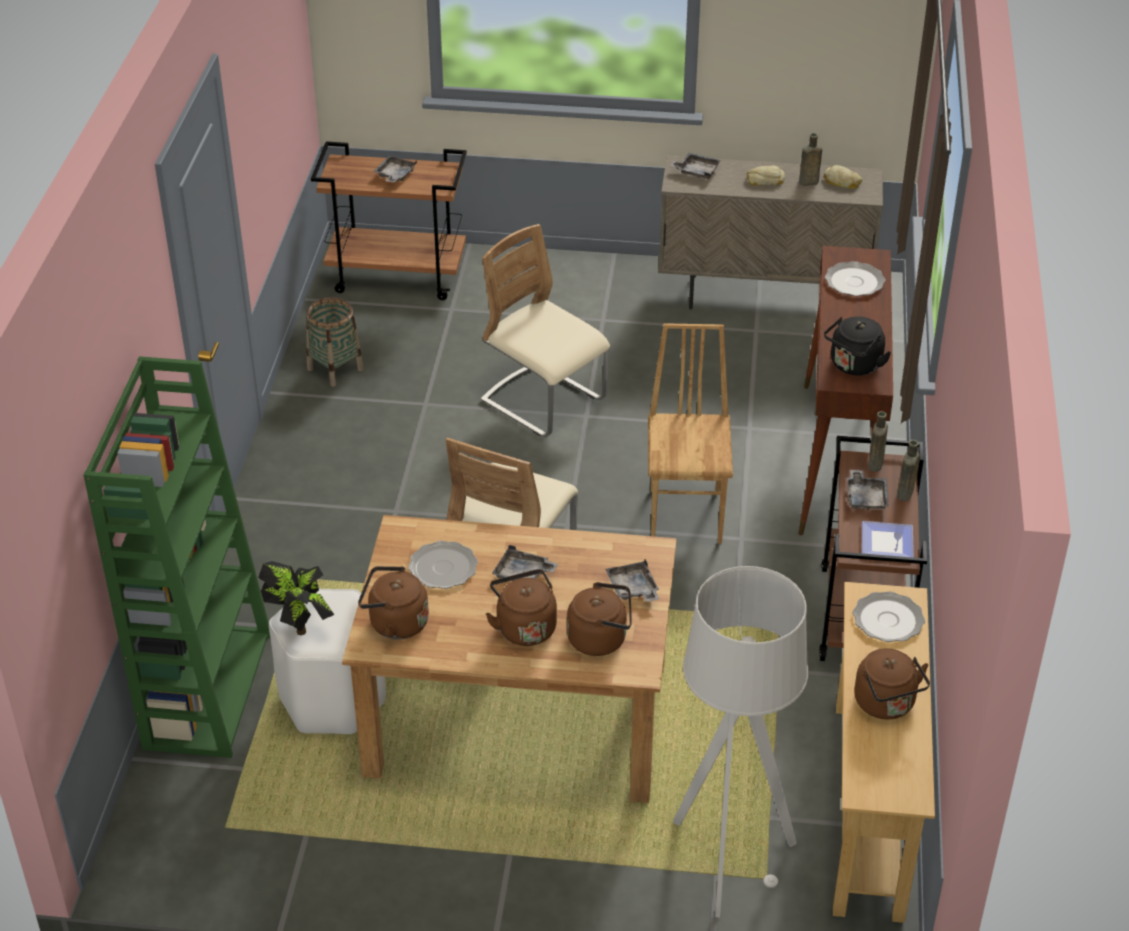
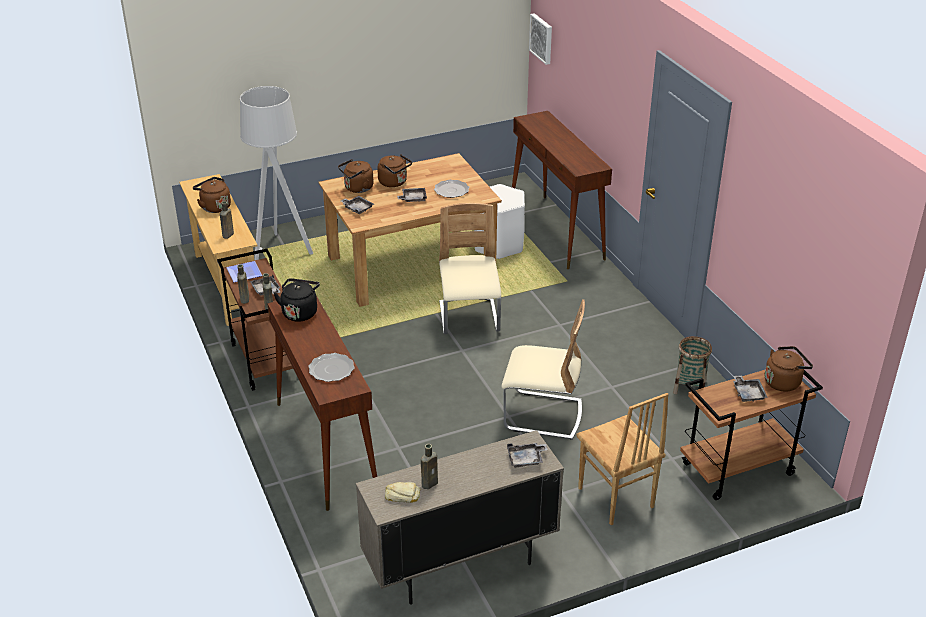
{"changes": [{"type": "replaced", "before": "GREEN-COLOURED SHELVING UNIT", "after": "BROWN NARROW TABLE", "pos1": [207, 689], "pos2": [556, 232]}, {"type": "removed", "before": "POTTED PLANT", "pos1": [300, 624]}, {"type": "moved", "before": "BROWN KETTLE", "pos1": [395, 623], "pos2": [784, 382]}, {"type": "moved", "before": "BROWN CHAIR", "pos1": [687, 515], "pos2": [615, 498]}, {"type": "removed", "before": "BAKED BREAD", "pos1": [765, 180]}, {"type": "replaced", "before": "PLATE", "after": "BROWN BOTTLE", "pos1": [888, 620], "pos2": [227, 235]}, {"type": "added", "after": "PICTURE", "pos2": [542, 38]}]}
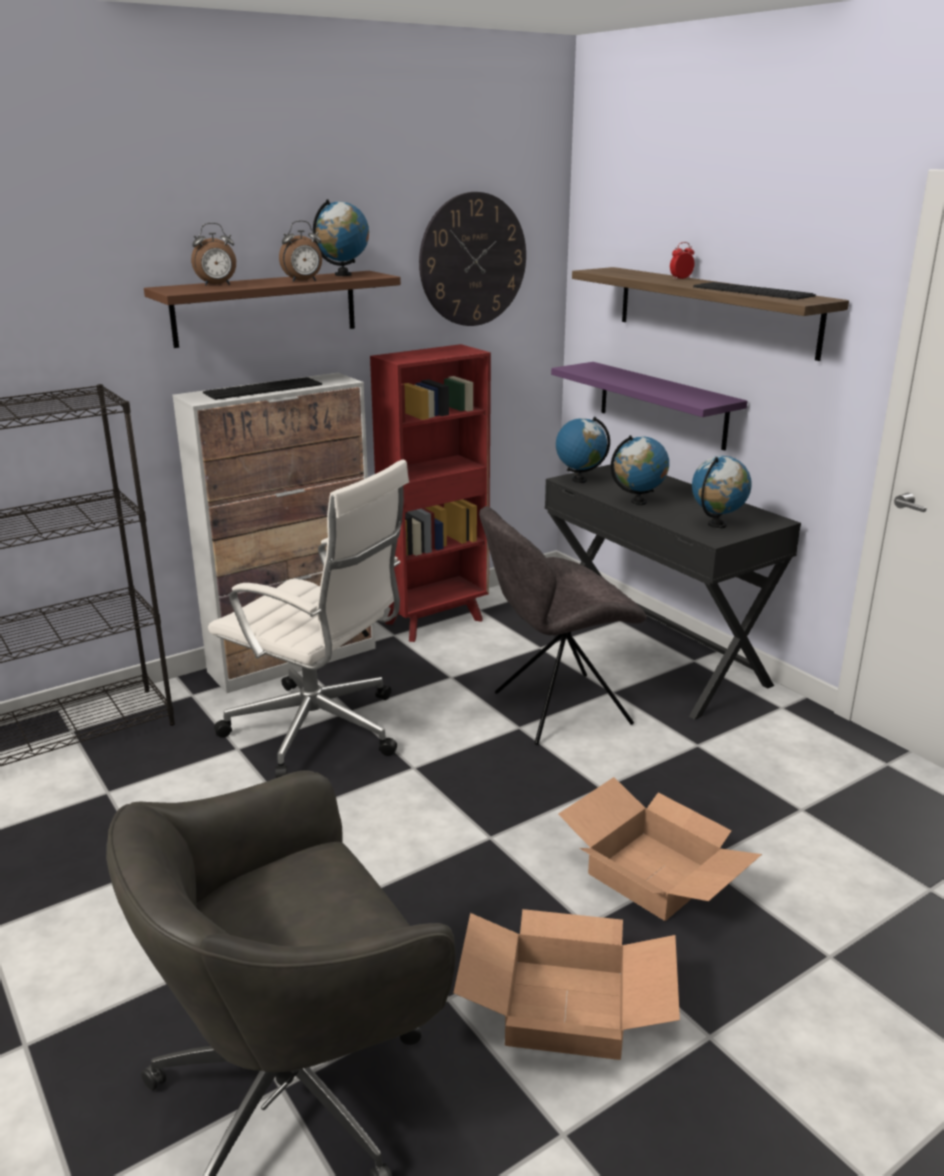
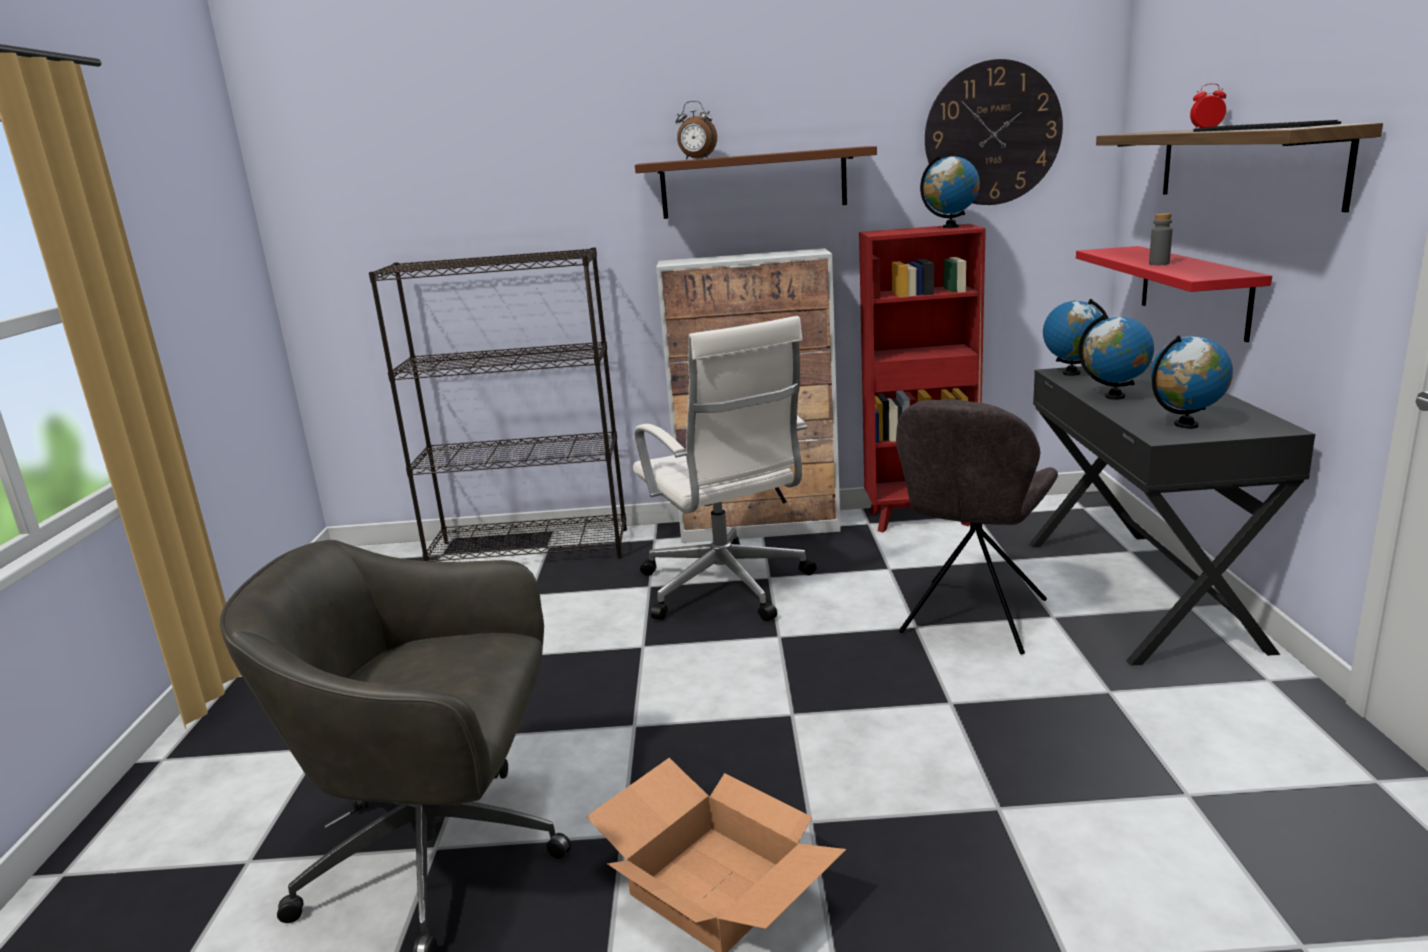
{"changes": [{"type": "removed", "before": "PC KEYBOARD", "pos1": [263, 389]}, {"type": "removed", "before": "BEDSIDE CLOCK", "pos1": [303, 281]}, {"type": "moved", "before": "DESK GLOBE", "pos1": [343, 275], "pos2": [950, 227]}, {"type": "turned", "before": "GRAY CHAIR", "pos1": [556, 709], "pos2": [972, 619], "turn": -75}, {"type": "recoloured", "before": "PURPLISH SHELF", "after": "RED SHELF", "pos1": [662, 405], "pos2": [1193, 290]}, {"type": "removed", "before": "CARDBOARD BOX", "pos1": [655, 874]}, {"type": "added", "after": "GRAY BOTTLE", "pos2": [1159, 263]}]}
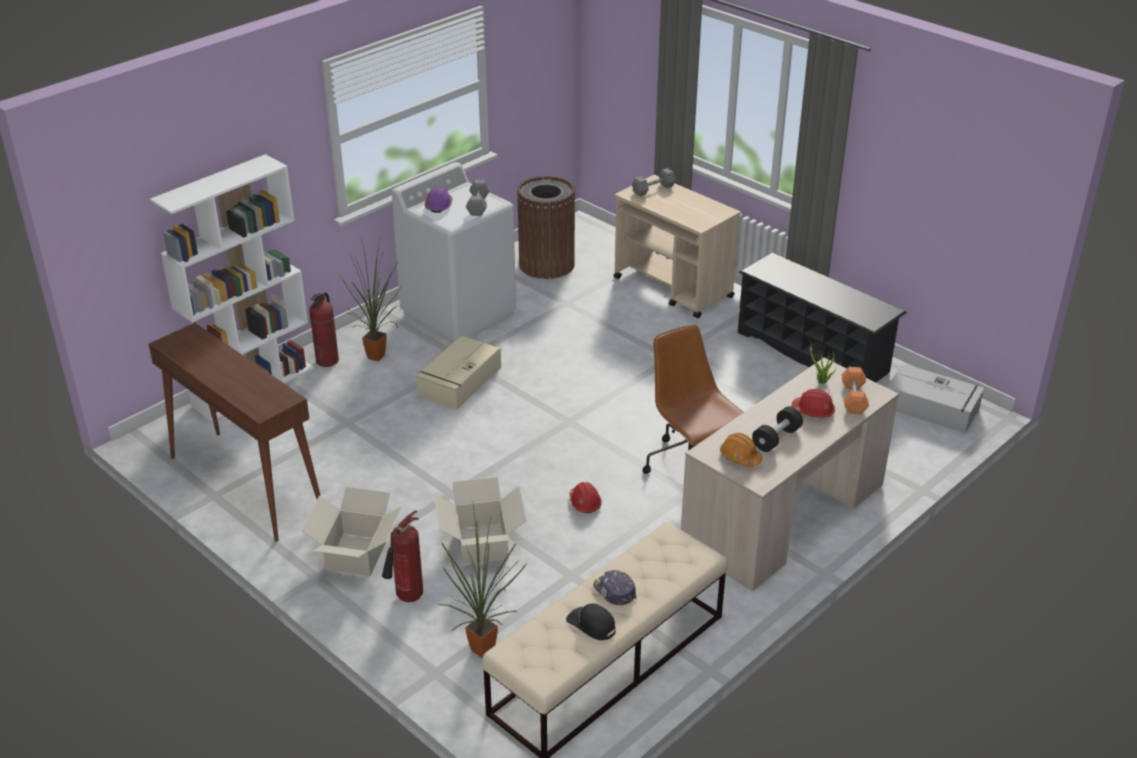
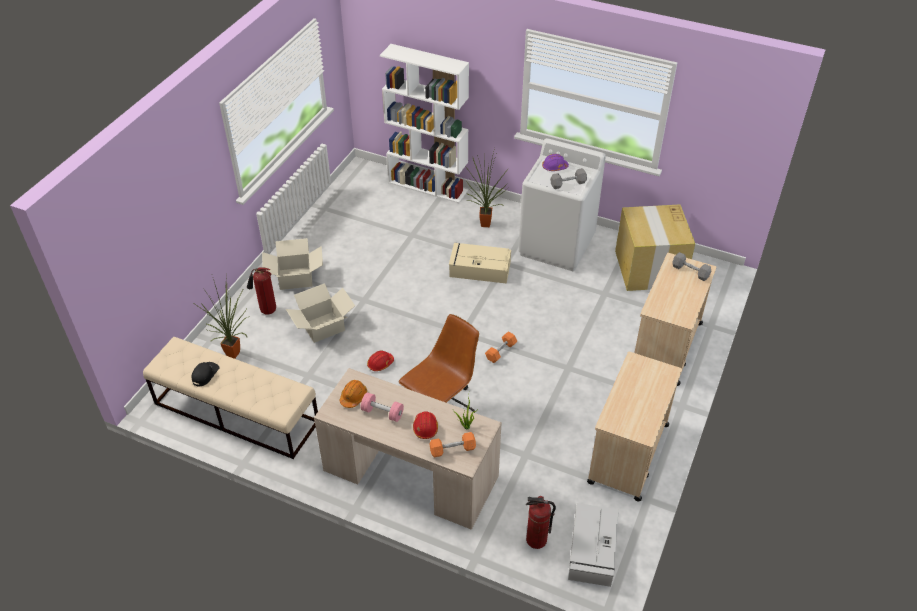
{"changes": [{"type": "removed", "before": "BROWN NARROW TABLE", "pos1": [245, 484]}, {"type": "moved", "before": "EXTINGUISHER", "pos1": [327, 360], "pos2": [536, 539]}, {"type": "replaced", "before": "BROWN WASTE BIN", "after": "CARDBOARD BOX", "pos1": [546, 264], "pos2": [649, 269]}, {"type": "removed", "before": "PEAKED CAP", "pos1": [614, 592]}, {"type": "replaced", "before": "BLACK SHOE SHELF", "after": "SAND-COLOURED CART", "pos1": [813, 352], "pos2": [628, 454]}, {"type": "recoloured", "before": "BLACK FREE WEIGHT", "after": "PINK-COLOURED FREE WEIGHT", "pos1": [776, 438], "pos2": [382, 412]}, {"type": "added", "after": "ORANGEY FREE WEIGHT", "pos2": [501, 351]}]}
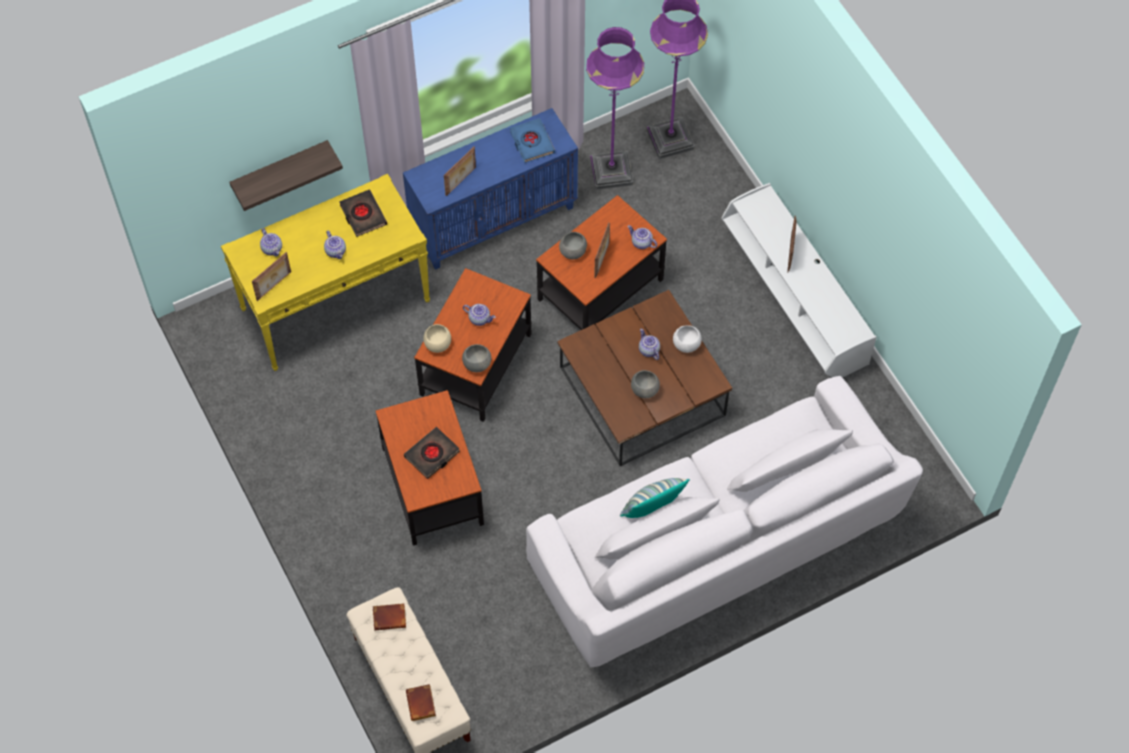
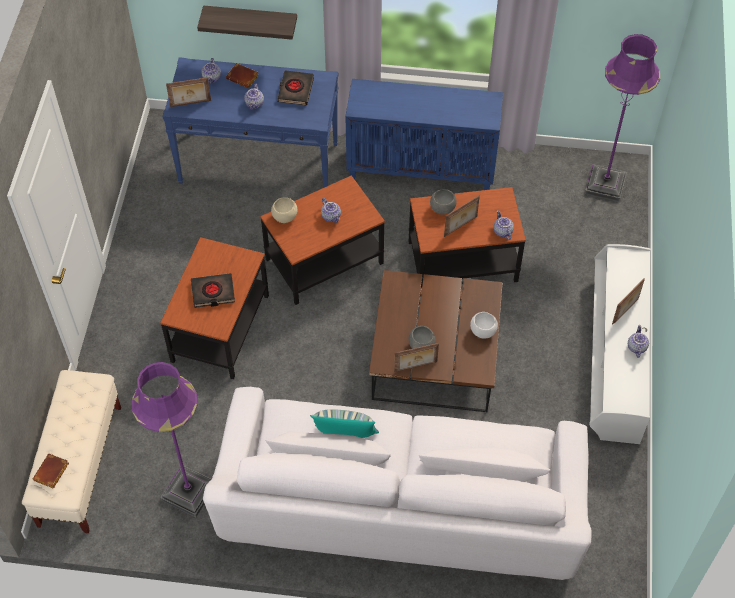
{"changes": [{"type": "recoloured", "before": "YELLOW NARROW TABLE", "after": "BLUE NARROW TABLE", "pos1": [336, 304], "pos2": [259, 163]}, {"type": "moved", "before": "BROWN VOLUME", "pos1": [390, 617], "pos2": [243, 77]}, {"type": "moved", "before": "PHOTO FRAME", "pos1": [461, 182], "pos2": [416, 367]}, {"type": "removed", "before": "GRAY BOWL", "pos1": [476, 364]}, {"type": "removed", "before": "BLUE VOLUME", "pos1": [531, 142]}, {"type": "moved", "before": "PURPLISH STANDING LAMP", "pos1": [611, 171], "pos2": [189, 492]}, {"type": "moved", "before": "POT FOR TEA", "pos1": [648, 350], "pos2": [636, 347]}]}
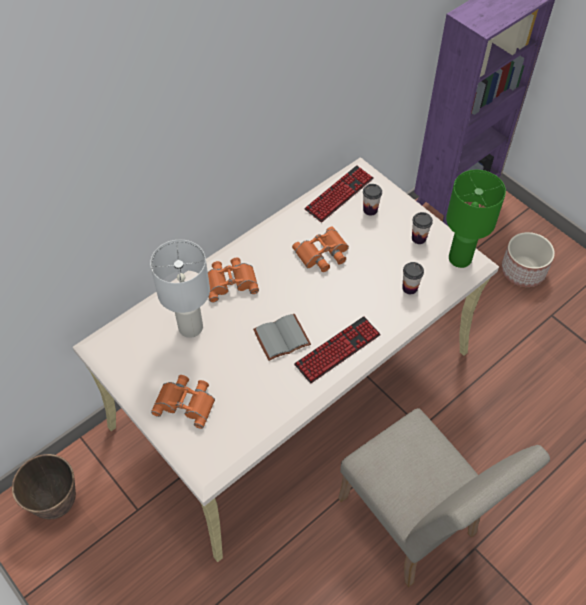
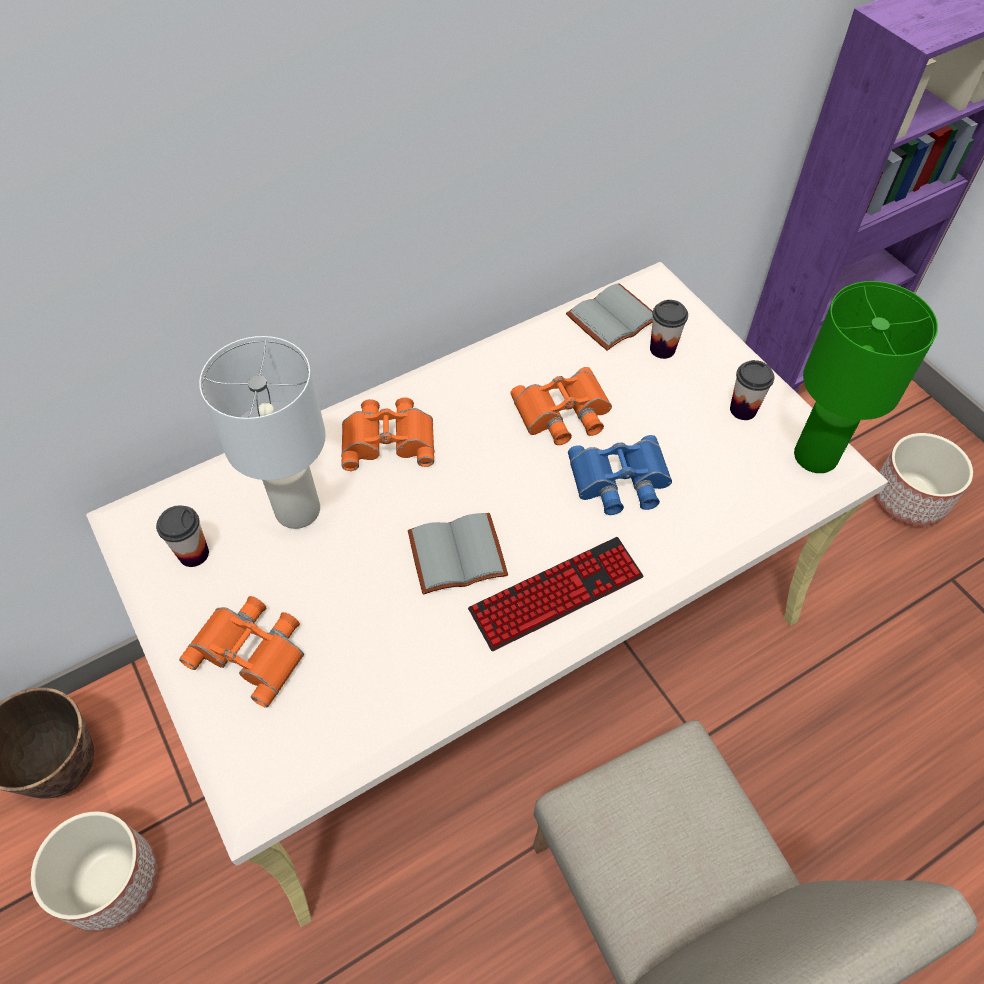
{"changes": [{"type": "replaced", "before": "PC KEYBOARD", "after": "GRAY VOLUME", "pos1": [339, 194], "pos2": [612, 316]}, {"type": "moved", "before": "SMALL CUP", "pos1": [410, 288], "pos2": [193, 554]}, {"type": "added", "after": "FLOWER POT", "pos2": [111, 879]}, {"type": "added", "after": "BLUE BINOCULARS", "pos2": [620, 481]}]}
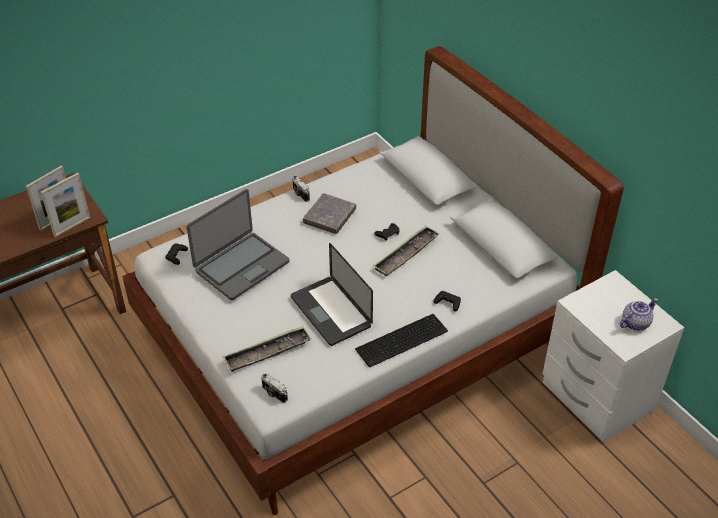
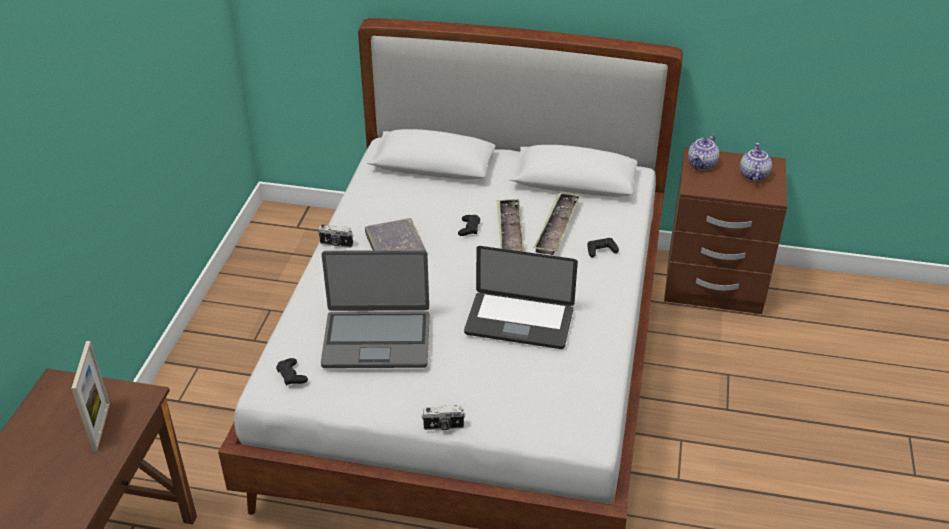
{"changes": [{"type": "removed", "before": "PHOTO FRAME", "pos1": [72, 226]}, {"type": "turned", "before": "NOTEBOOK COMPUTER", "pos1": [241, 266], "pos2": [376, 339], "turn": 90}, {"type": "moved", "before": "SERVING TRAY", "pos1": [267, 352], "pos2": [557, 227]}, {"type": "moved", "before": "PHOTO CAMERA", "pos1": [274, 394], "pos2": [443, 427]}, {"type": "removed", "before": "PC KEYBOARD", "pos1": [403, 341]}, {"type": "recoloured", "before": "WHITISH BEDSIDE TABLE", "after": "BROWN BEDSIDE TABLE", "pos1": [596, 397], "pos2": [713, 285]}, {"type": "added", "after": "POT FOR TEA", "pos2": [702, 165]}]}
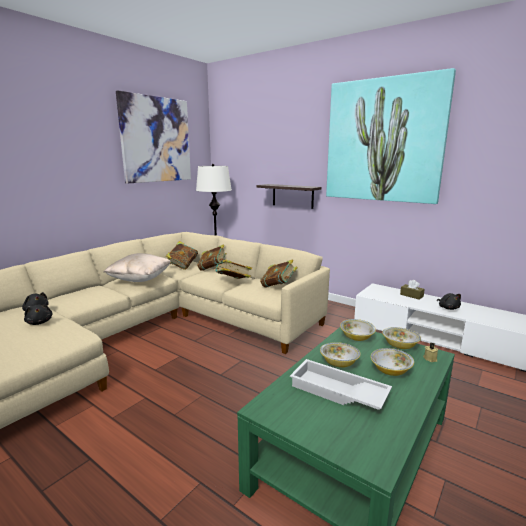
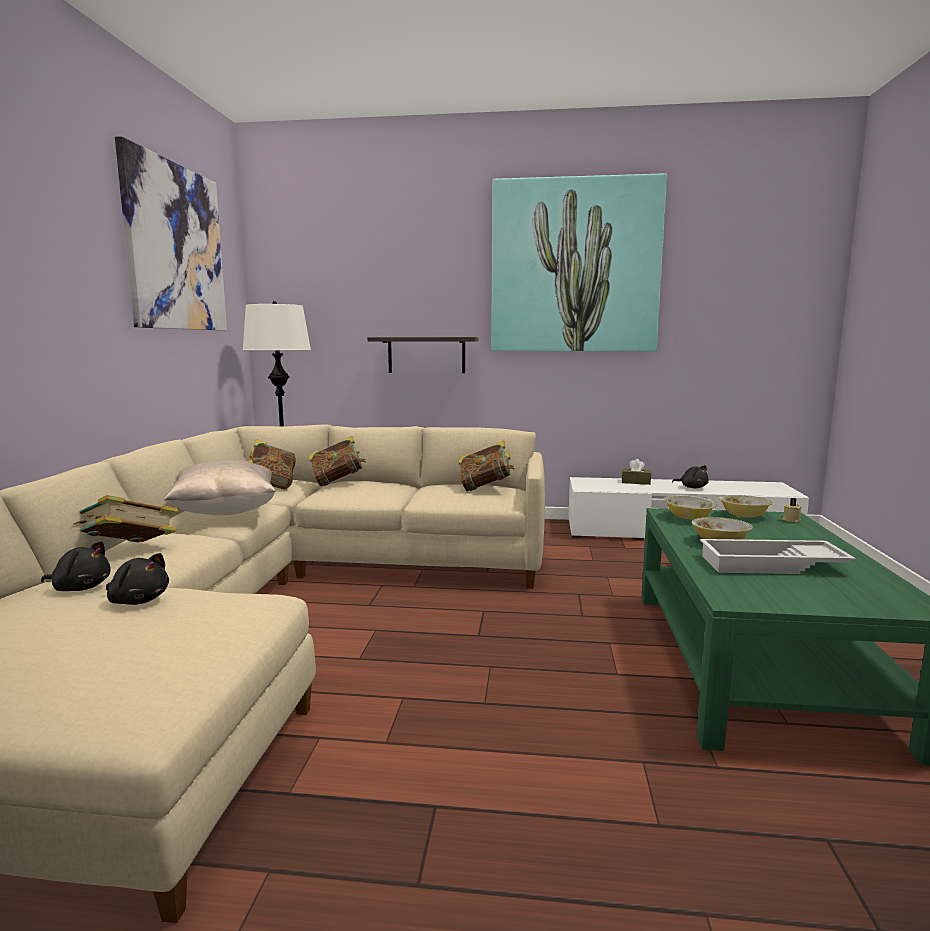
{"changes": [{"type": "moved", "before": "VOLUME", "pos1": [232, 282], "pos2": [128, 551]}, {"type": "removed", "before": "BOWL", "pos1": [390, 370]}]}
